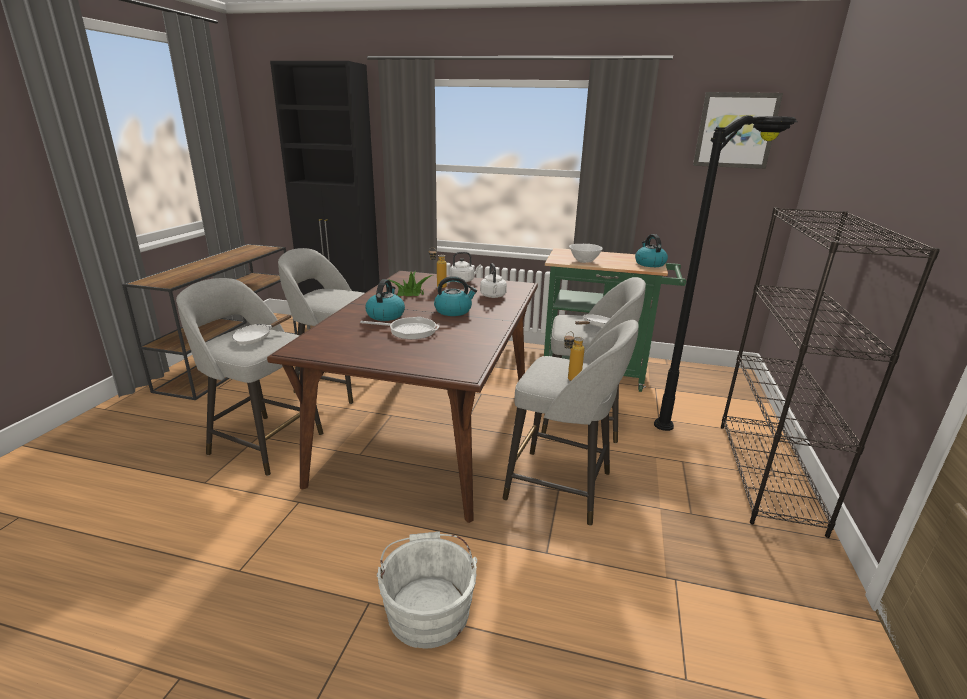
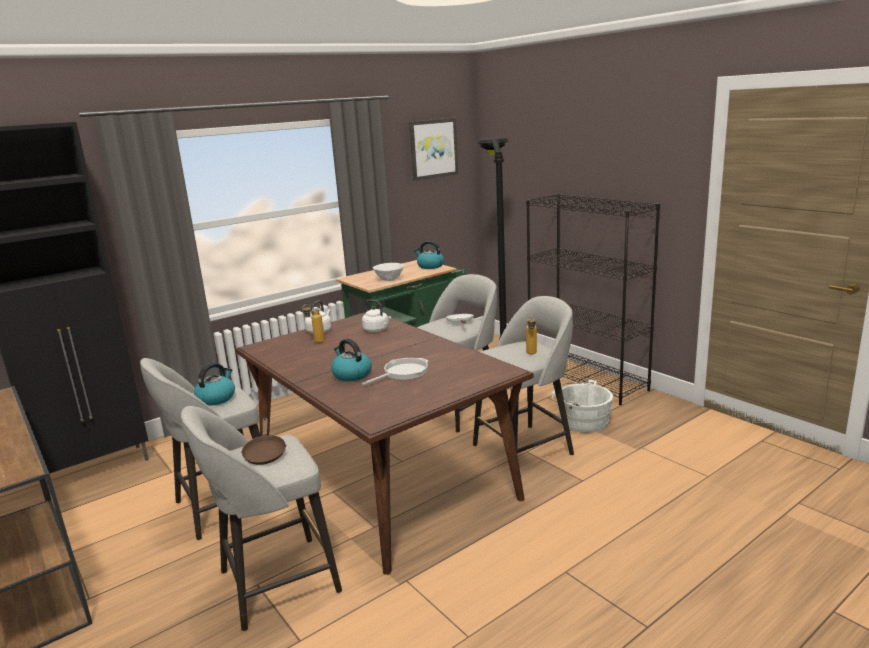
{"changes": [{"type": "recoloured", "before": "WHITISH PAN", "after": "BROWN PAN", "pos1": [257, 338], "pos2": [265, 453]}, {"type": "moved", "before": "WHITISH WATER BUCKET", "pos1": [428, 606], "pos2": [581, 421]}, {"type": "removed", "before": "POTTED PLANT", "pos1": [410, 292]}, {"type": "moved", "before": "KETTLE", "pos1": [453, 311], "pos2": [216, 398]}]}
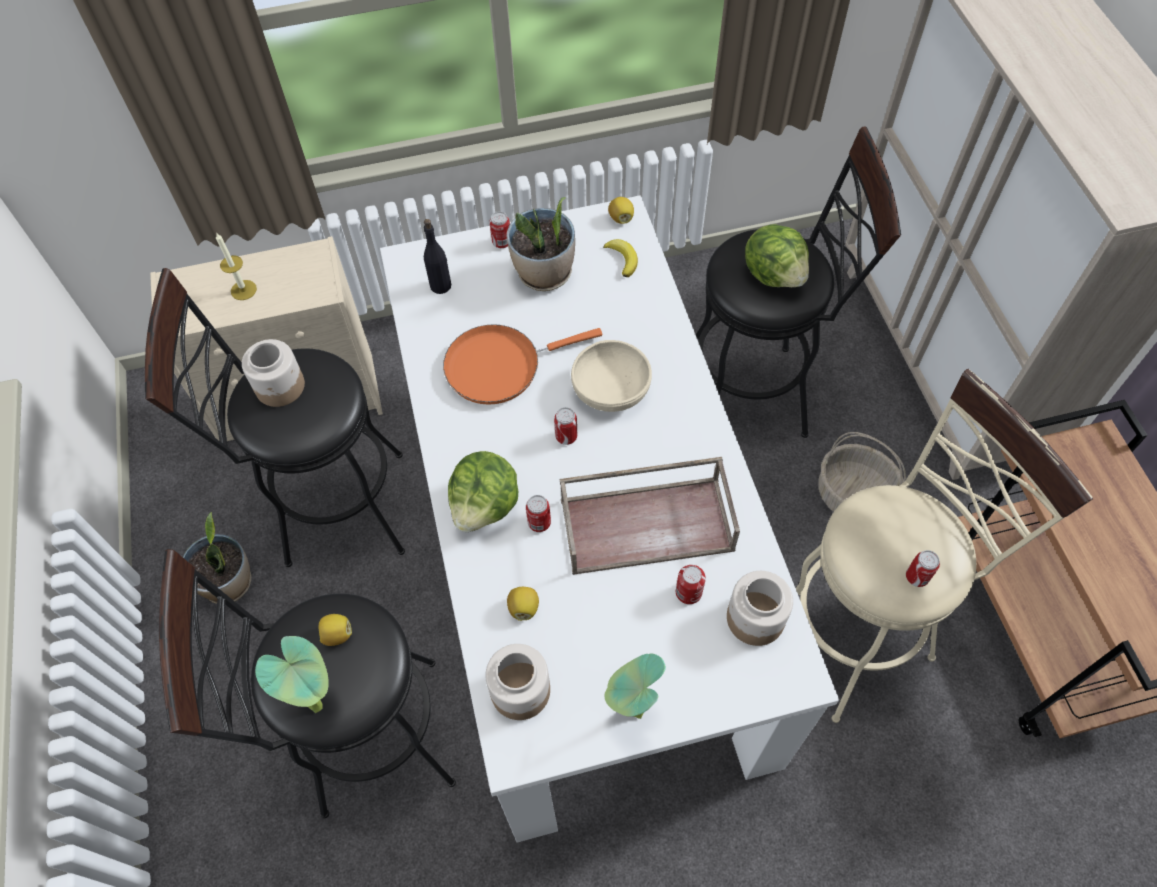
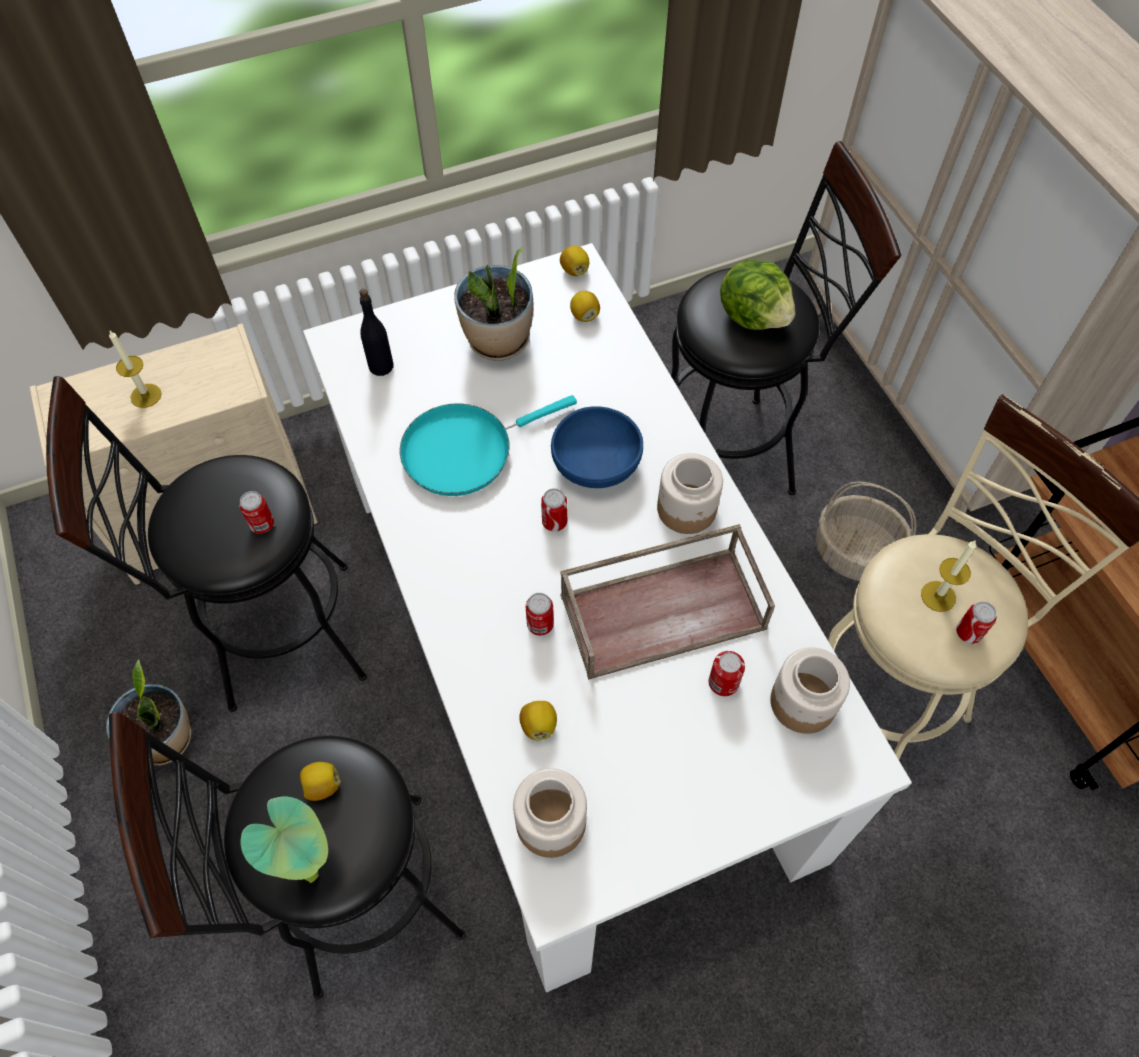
{"changes": [{"type": "moved", "before": "PRESERVE JAR", "pos1": [280, 387], "pos2": [687, 509]}, {"type": "recoloured", "before": "ORANGEY PAN", "after": "TURQUOISE-COLOURED PAN", "pos1": [499, 366], "pos2": [464, 450]}, {"type": "removed", "before": "HEAD OF LETTUCE", "pos1": [486, 506]}, {"type": "moved", "before": "METAL CAN", "pos1": [502, 242], "pos2": [262, 524]}, {"type": "recoloured", "before": "SAND-COLOURED BOWL", "after": "BLUE BOWL", "pos1": [611, 389], "pos2": [596, 463]}, {"type": "replaced", "before": "BANANA FRUIT", "after": "CITRUS FRUIT", "pos1": [622, 259], "pos2": [584, 315]}, {"type": "removed", "before": "POTTED PLANT", "pos1": [630, 713]}, {"type": "added", "after": "CANDLE", "pos2": [938, 596]}]}
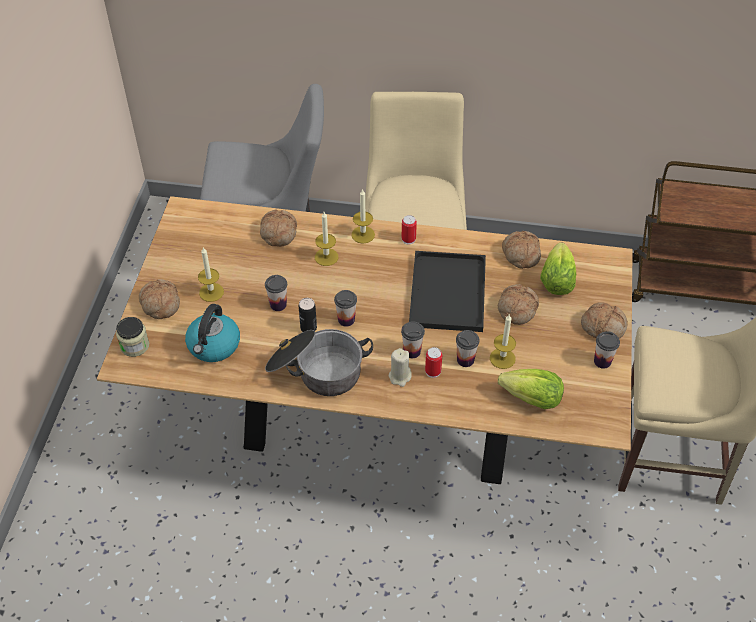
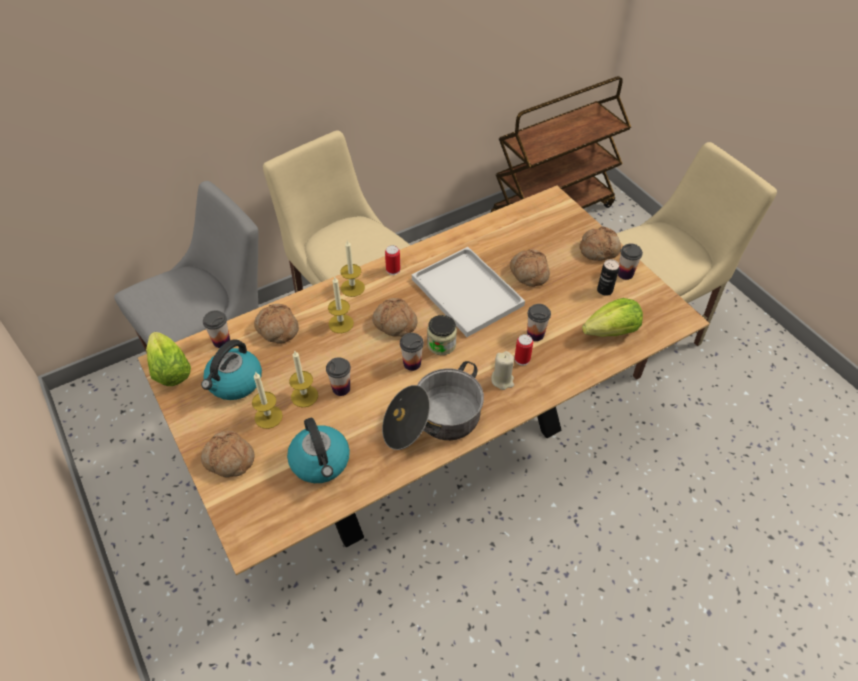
{"changes": [{"type": "moved", "before": "PRESERVE JAR", "pos1": [135, 345], "pos2": [441, 344]}, {"type": "moved", "before": "METAL CAN", "pos1": [308, 328], "pos2": [604, 290]}, {"type": "moved", "before": "SMALL CUP", "pos1": [412, 351], "pos2": [221, 341]}, {"type": "recoloured", "before": "BLACK SERVING TRAY", "after": "WHITISH SERVING TRAY", "pos1": [448, 294], "pos2": [469, 293]}, {"type": "moved", "before": "CANDLE", "pos1": [502, 358], "pos2": [304, 396]}, {"type": "moved", "before": "BAKED BREAD", "pos1": [520, 254], "pos2": [394, 323]}, {"type": "moved", "before": "HEAD OF LETTUCE", "pos1": [556, 281], "pos2": [170, 371]}, {"type": "added", "after": "KETTLE", "pos2": [234, 382]}]}
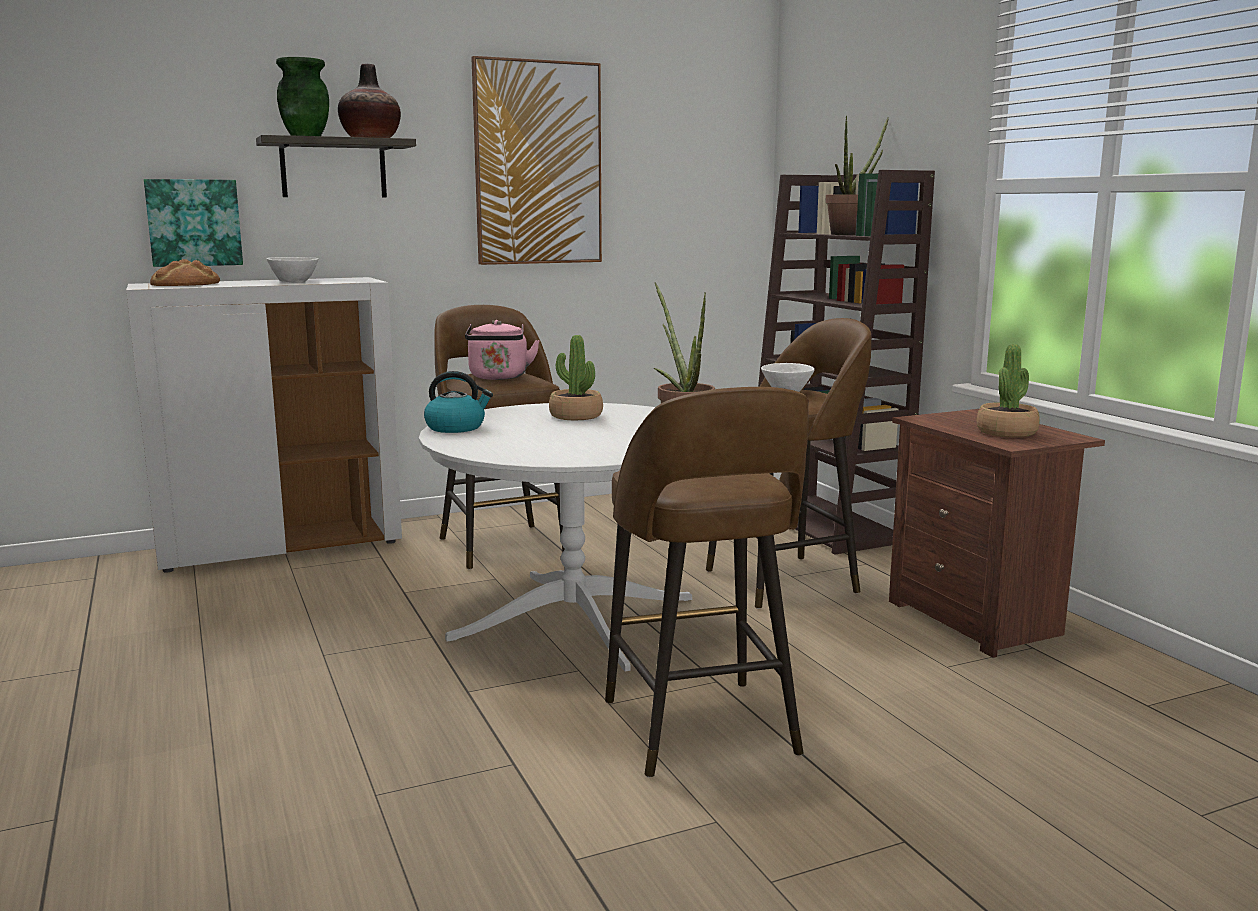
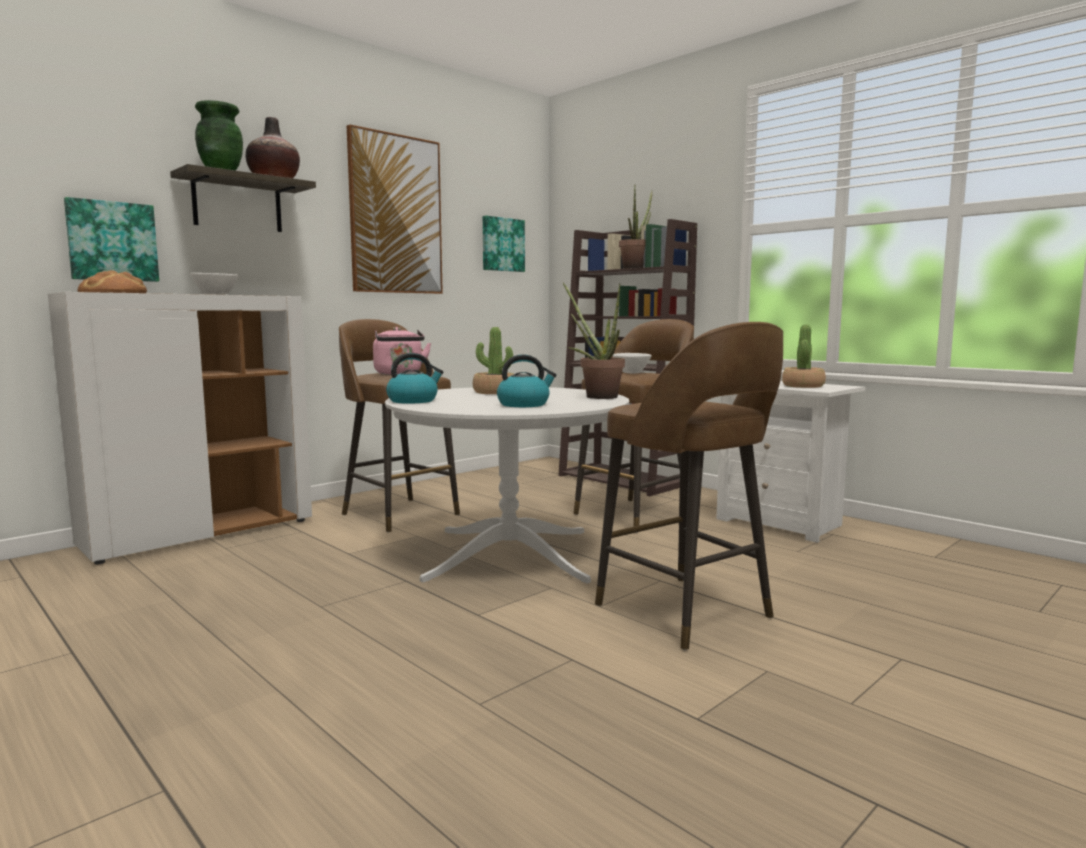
{"changes": [{"type": "recoloured", "before": "BROWN BEDSIDE TABLE", "after": "WHITISH BEDSIDE TABLE", "pos1": [979, 620], "pos2": [783, 523]}, {"type": "added", "after": "PICTURE", "pos2": [502, 244]}, {"type": "added", "after": "KETTLE", "pos2": [524, 404]}]}
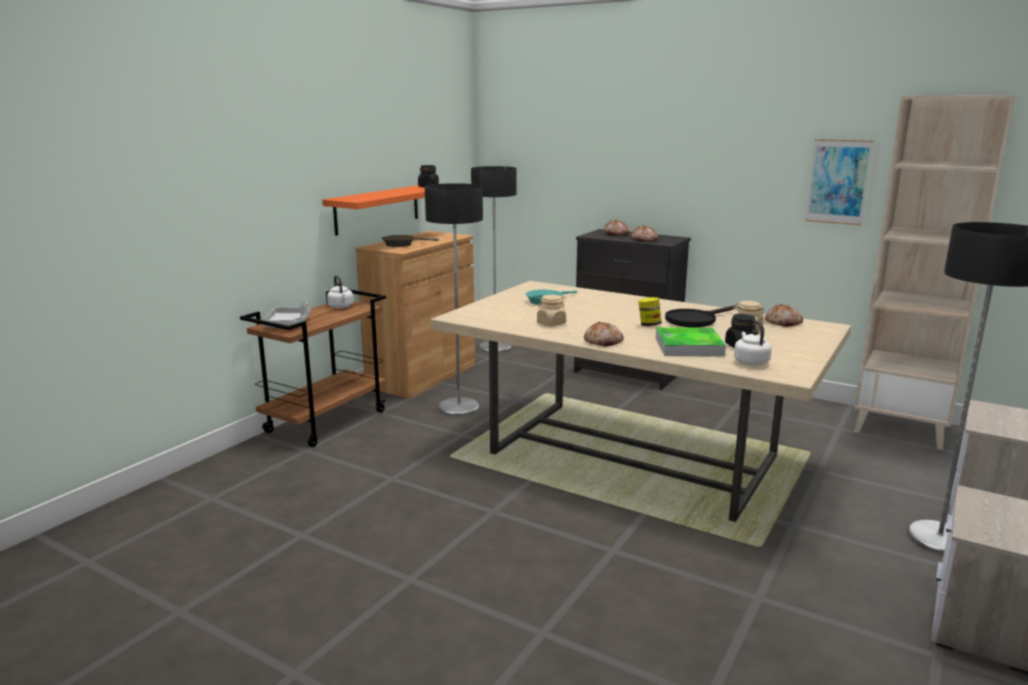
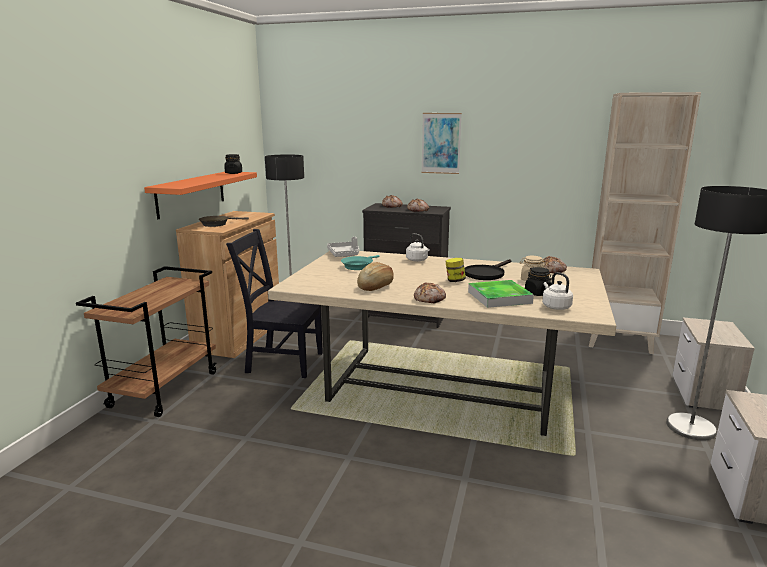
{"changes": [{"type": "moved", "before": "GRAY SERVING TRAY", "pos1": [287, 324], "pos2": [344, 254]}, {"type": "moved", "before": "WHITISH KETTLE", "pos1": [341, 307], "pos2": [417, 260]}, {"type": "replaced", "before": "STANDING LAMP", "after": "BLACK CHAIR", "pos1": [458, 408], "pos2": [281, 362]}, {"type": "replaced", "before": "SAND-COLOURED PRESERVE JAR", "after": "BAKED BREAD", "pos1": [551, 324], "pos2": [376, 286]}, {"type": "moved", "before": "PICTURE", "pos1": [838, 182], "pos2": [441, 143]}]}
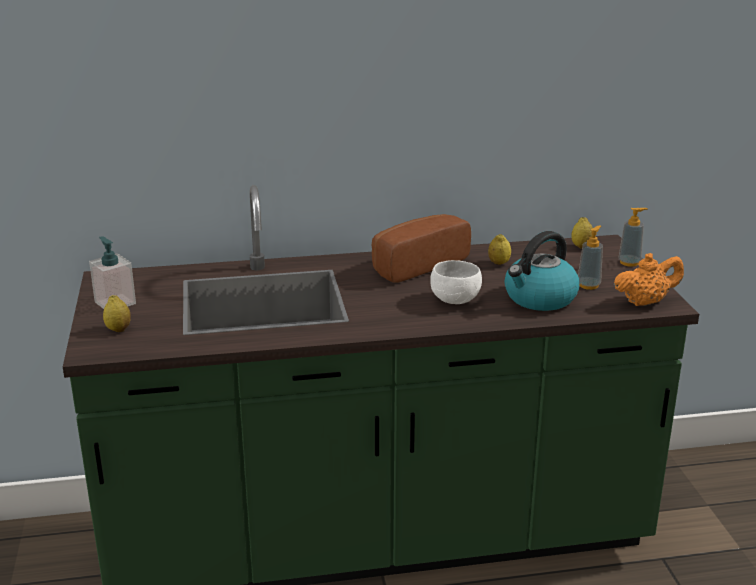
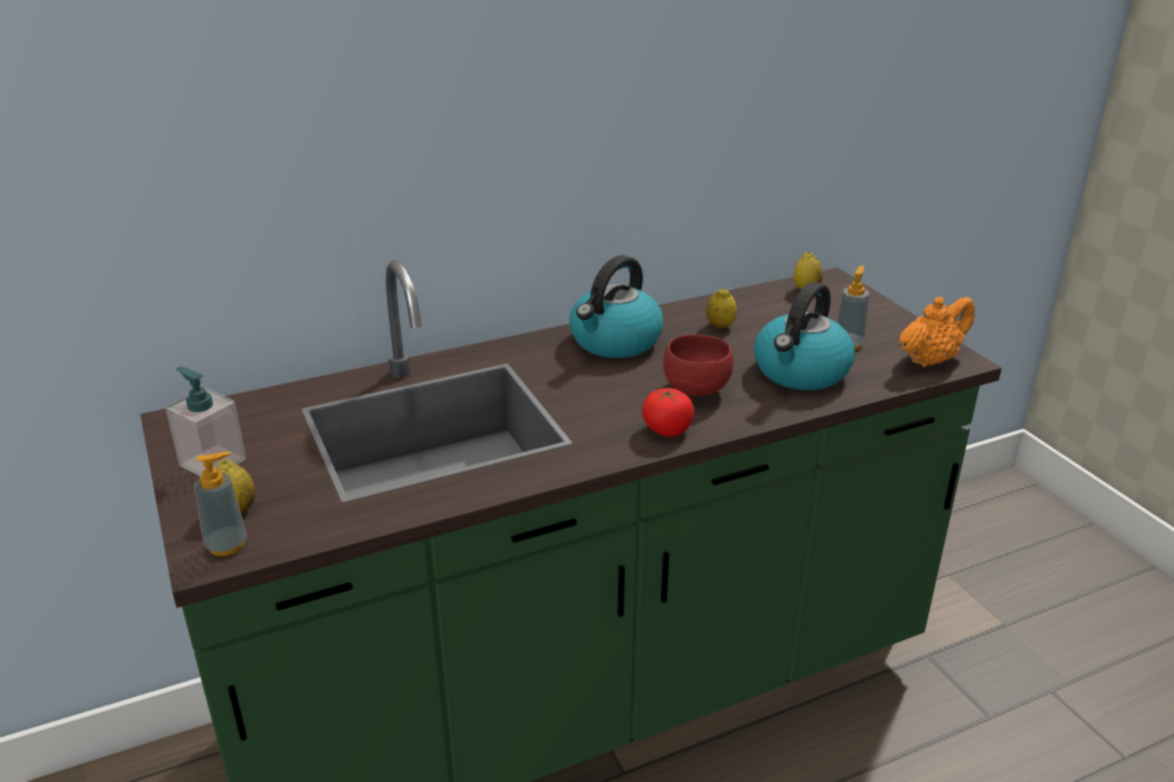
{"changes": [{"type": "replaced", "before": "BAKED BREAD", "after": "KETTLE", "pos1": [415, 265], "pos2": [615, 342]}, {"type": "recoloured", "before": "WHITISH BOWL", "after": "RED BOWL", "pos1": [456, 299], "pos2": [697, 388]}, {"type": "moved", "before": "SOAP DISPENSER", "pos1": [629, 262], "pos2": [227, 545]}, {"type": "added", "after": "WHOLE TOMATO", "pos2": [667, 430]}]}
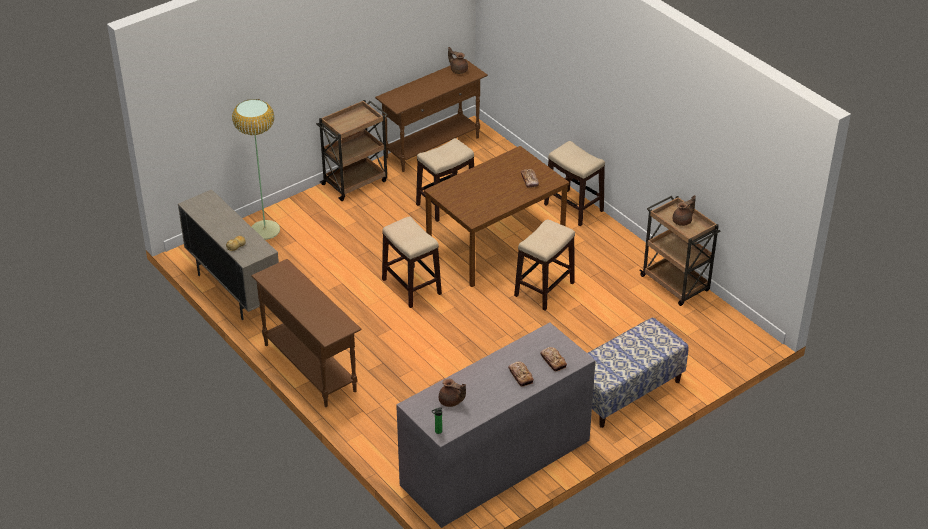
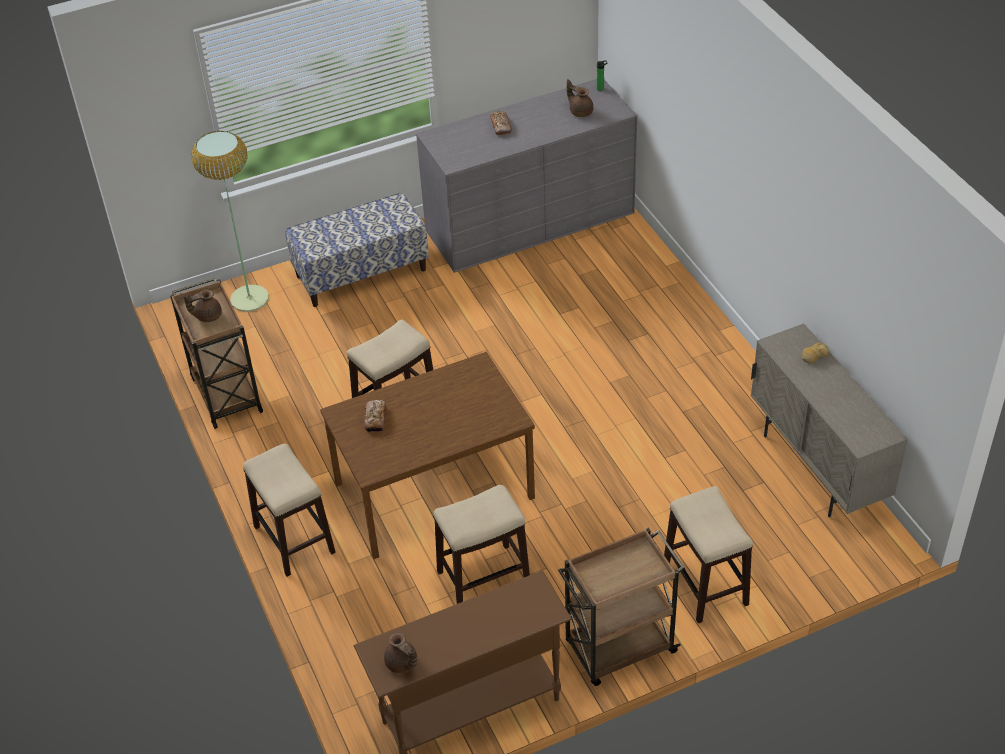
{"changes": [{"type": "moved", "before": "STANDING LAMP", "pos1": [265, 230], "pos2": [249, 298]}, {"type": "removed", "before": "BROWN NARROW TABLE", "pos1": [310, 367]}, {"type": "moved", "before": "STOOL SEAT", "pos1": [411, 286], "pos2": [705, 585]}, {"type": "removed", "before": "BAKED BREAD", "pos1": [553, 361]}]}
